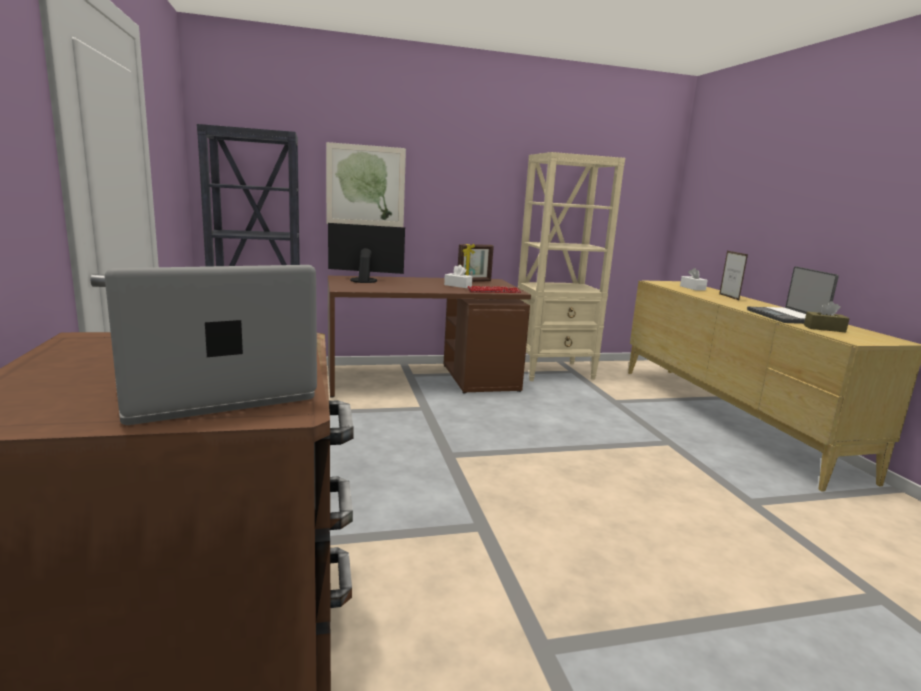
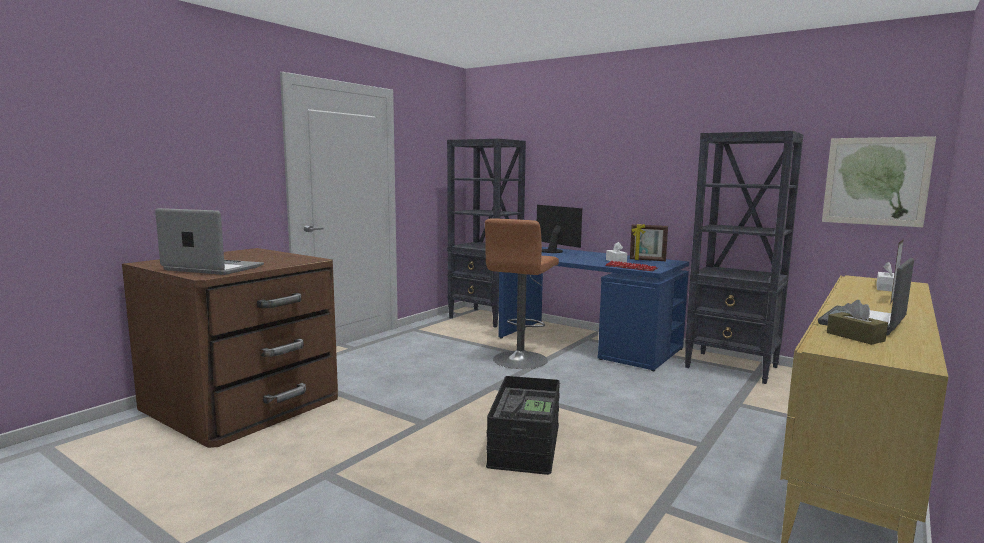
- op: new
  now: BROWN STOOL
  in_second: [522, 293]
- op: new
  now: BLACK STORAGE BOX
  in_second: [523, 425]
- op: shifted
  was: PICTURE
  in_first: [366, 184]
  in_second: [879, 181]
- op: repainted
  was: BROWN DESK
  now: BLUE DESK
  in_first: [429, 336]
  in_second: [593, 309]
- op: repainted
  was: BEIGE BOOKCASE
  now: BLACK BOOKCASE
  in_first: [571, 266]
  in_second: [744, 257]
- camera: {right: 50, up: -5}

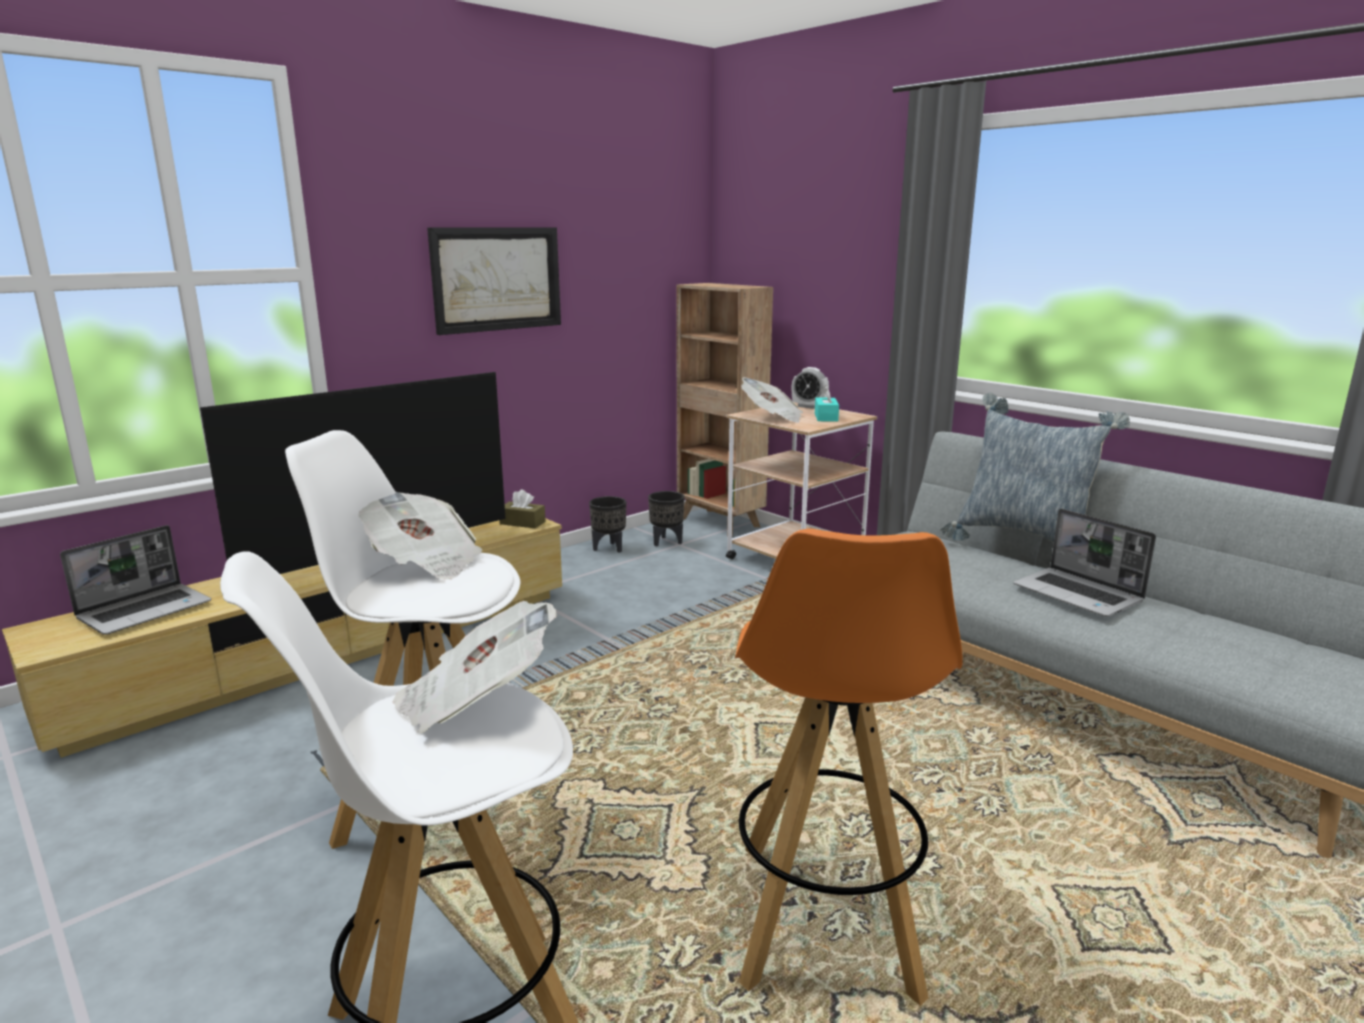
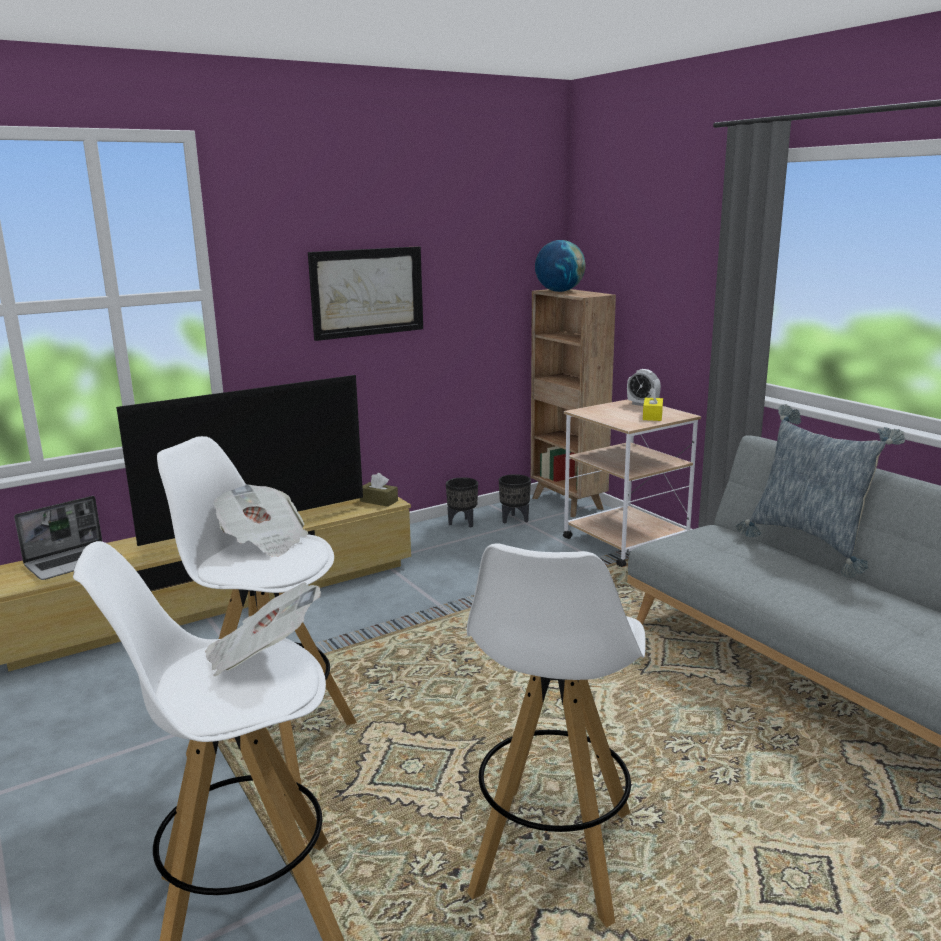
- op: gone
  was: NEWSPAPER
  in_first: [772, 400]
- op: gone
  was: LAPTOP
  in_first: [1084, 563]
- op: new
  now: GLOBE
  in_second: [560, 266]
- op: repainted
  was: ORANGE STOOL
  now: WHITE STOOL
  in_first: [849, 767]
  in_second: [556, 735]
- op: repainted
  was: TURQUOISE TISSUE BOX
  now: YELLOW TISSUE BOX
  in_first: [827, 403]
  in_second: [653, 404]
- camera: {right: 10, up: 0}

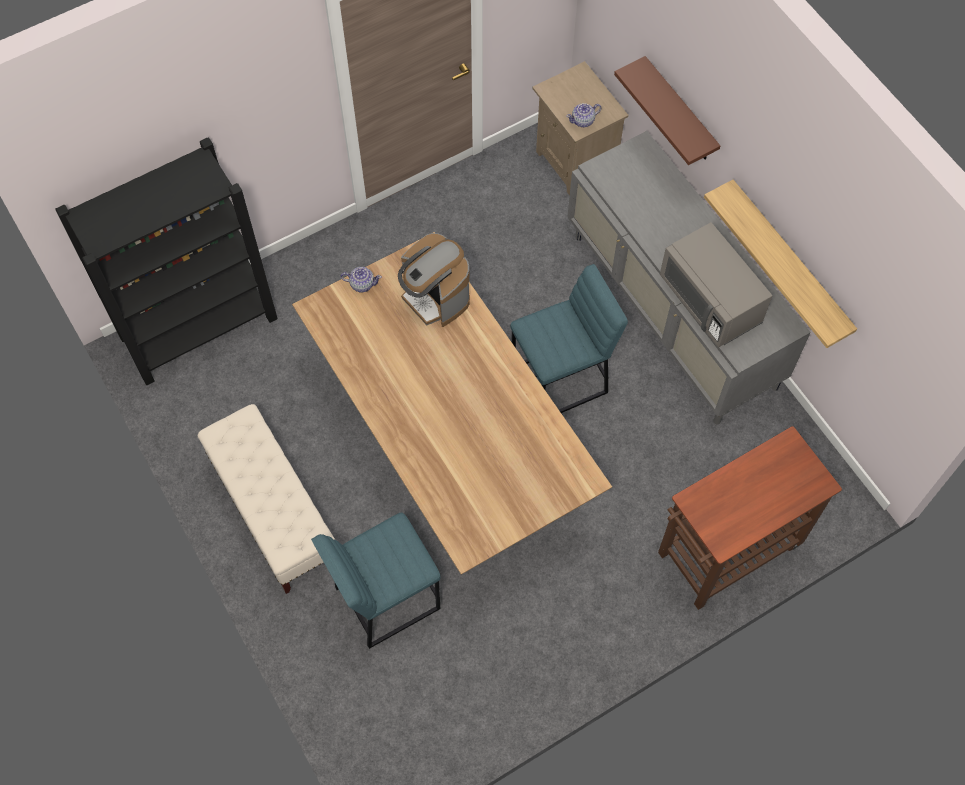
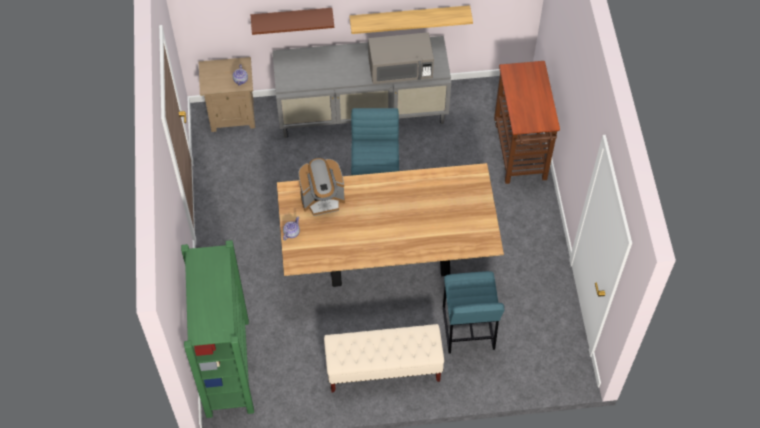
- op: repainted
  was: BLACK BOOKCASE
  now: GREEN BOOKCASE
  in_first: [166, 261]
  in_second: [217, 329]
- camera: {right: -65, up: -5}

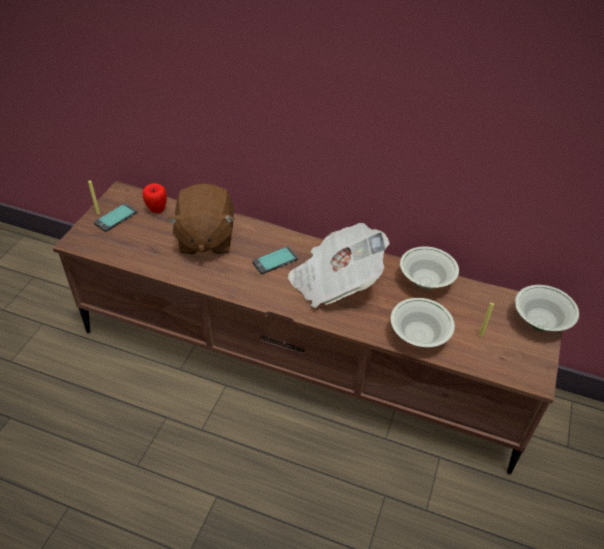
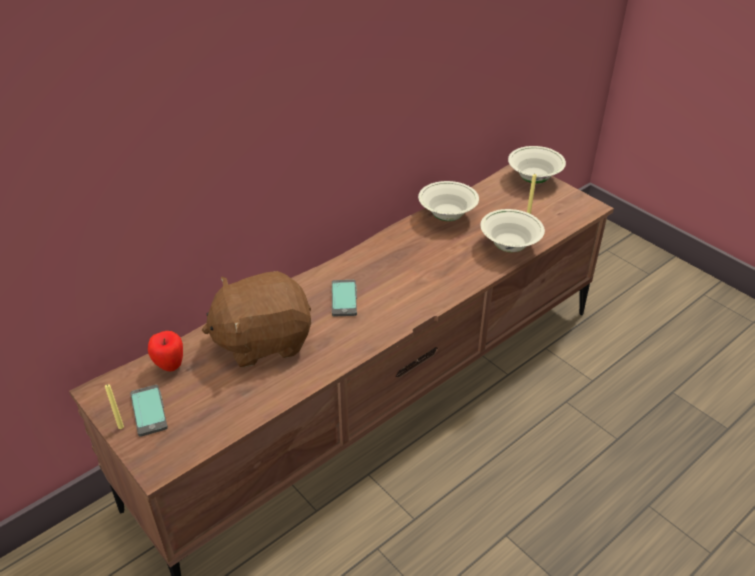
- op: gone
  was: NEWSPAPER
  in_first: [339, 265]
- op: rotated
  was: BROWN PLUSH TOY
  in_first: [200, 219]
  in_second: [256, 319]
  clockwise: 135
- camera: {right: -60, up: -5}

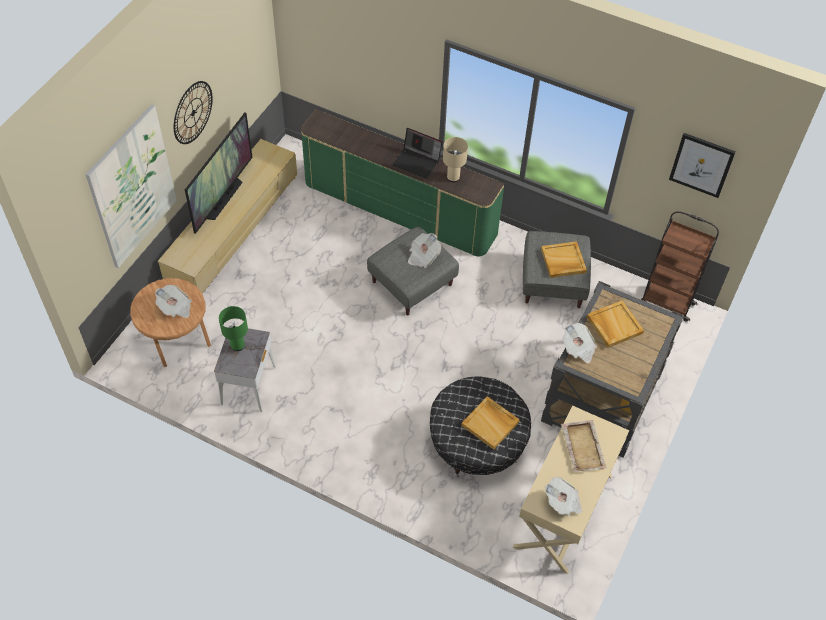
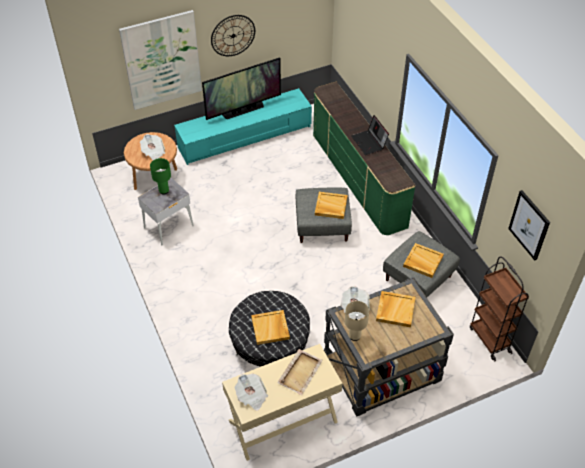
- op: shifted
  was: BEIGE TABLE LAMP
  in_first: [455, 159]
  in_second: [357, 321]
- op: swapped
  was: NEWSPAPER
  now: BEIGE TRAY
  in_first: [424, 250]
  in_second: [331, 205]
- op: repainted
  was: BEIGE TV STAND
  now: TURQUOISE TV STAND
  in_first: [227, 216]
  in_second: [243, 126]
- camera: {right: 40, up: -5}

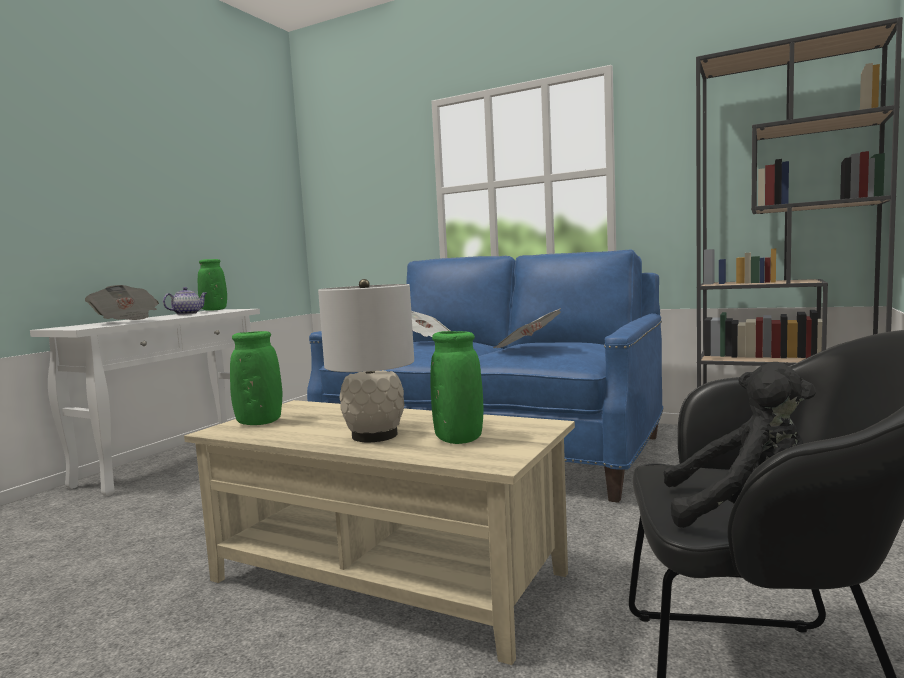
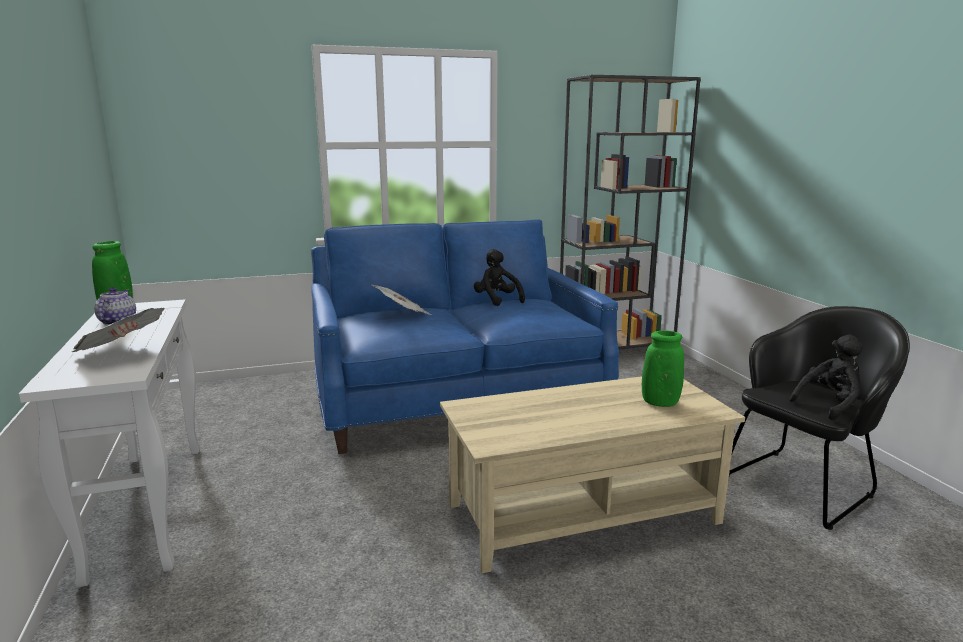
- op: gone
  was: GREEN VASE
  in_first: [256, 378]
- op: gone
  was: WHITE TABLE LAMP
  in_first: [366, 360]
- op: gone
  was: NEWSPAPER
  in_first: [527, 328]
- op: new
  now: BLACK PLUSH TOY
  in_second: [499, 277]
- camera: {right: -45, up: 10}

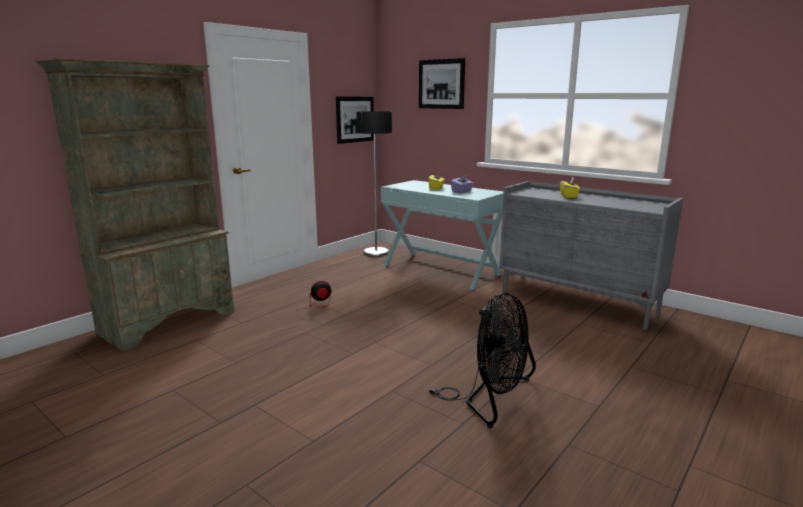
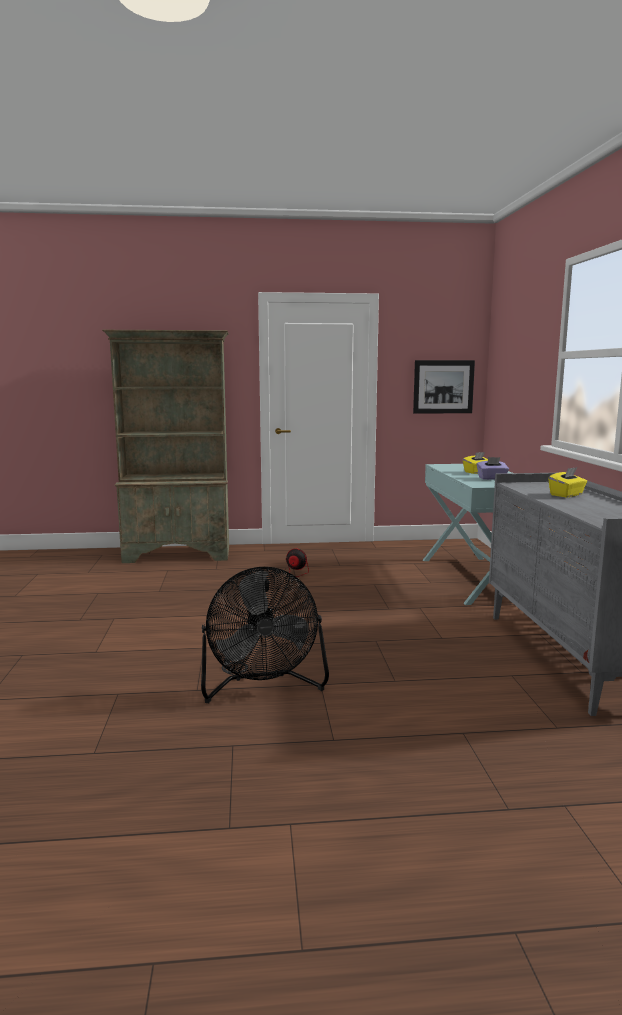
- op: gone
  was: FLOOR LAMP
  in_first: [374, 183]
- op: gone
  was: PICTURE
  in_first: [442, 83]
- camera: {right: 45, up: -5}

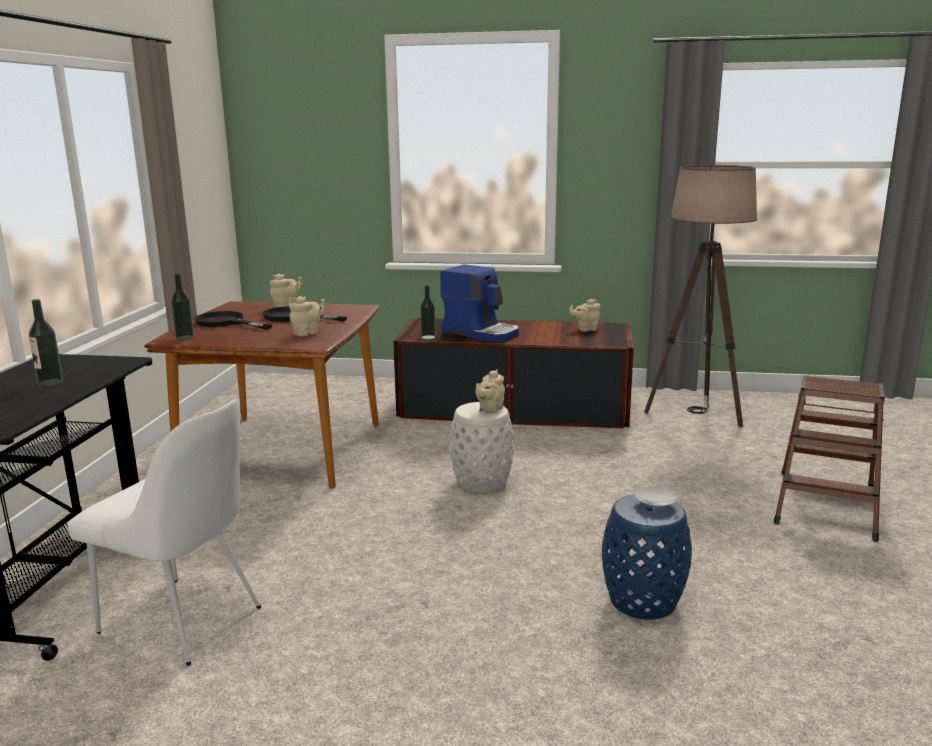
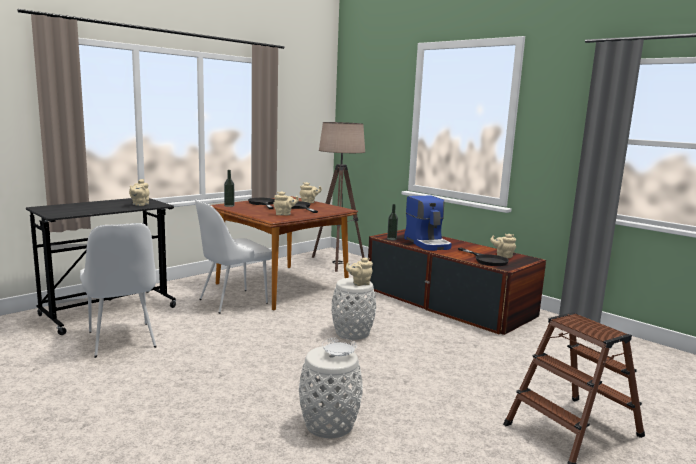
- op: gone
  was: BOTTLE
  in_first: [46, 342]
- op: new
  now: BEIGE TEAPOT
  in_second: [139, 192]
- op: new
  now: WHITE CHAIR
  in_second: [233, 256]
- op: new
  now: BLACK FRYING PAN
  in_second: [483, 257]
- op: shifted
  was: FLOOR LAMP
  in_first: [700, 296]
  in_second: [338, 197]
- op: repainted
  was: BLUE STOOL
  now: WHITE STOOL
  in_first: [647, 557]
  in_second: [331, 392]
- camera: {right: 35, up: -5}

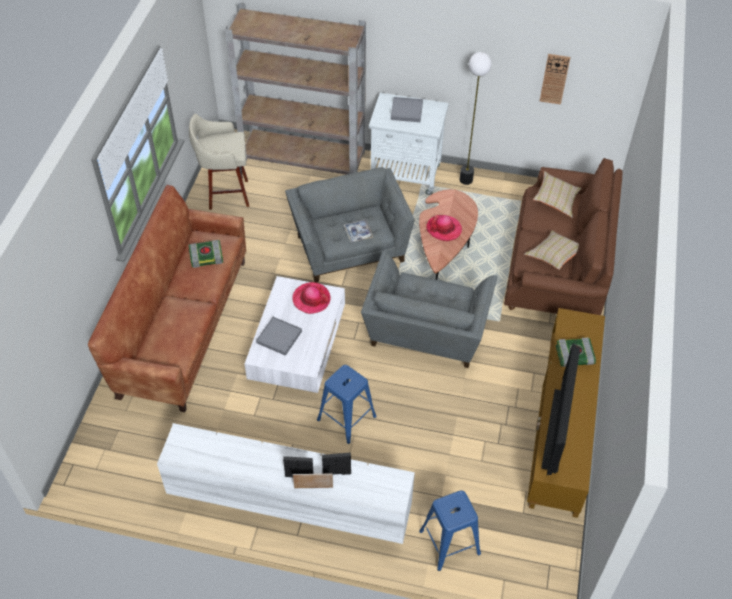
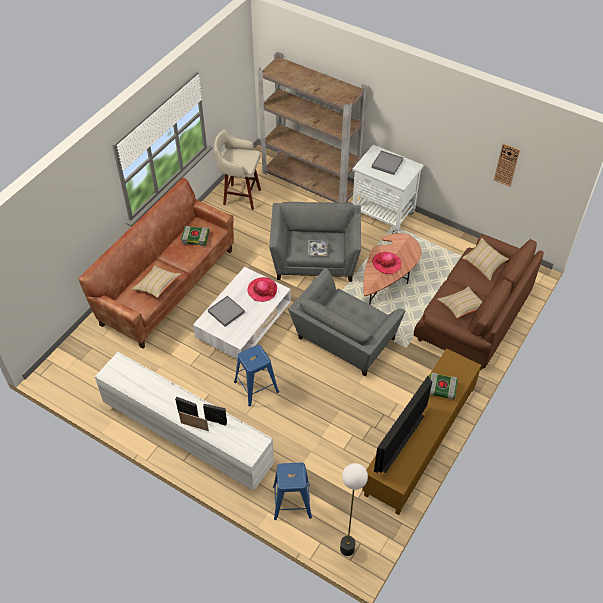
- op: new
  now: BEIGE PILLOW
  in_second: [156, 281]
- op: shifted
  was: FLOOR LAMP
  in_first: [476, 118]
  in_second: [354, 509]
- camera: {right: 20, up: 0}

